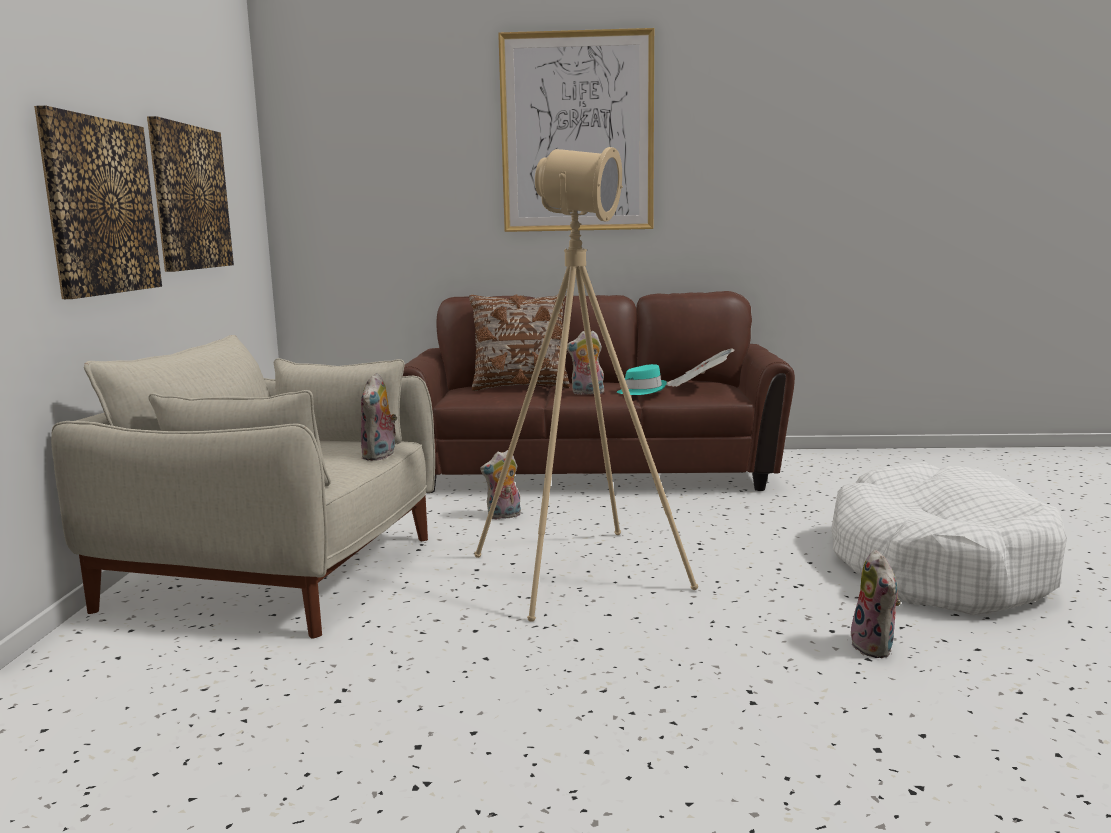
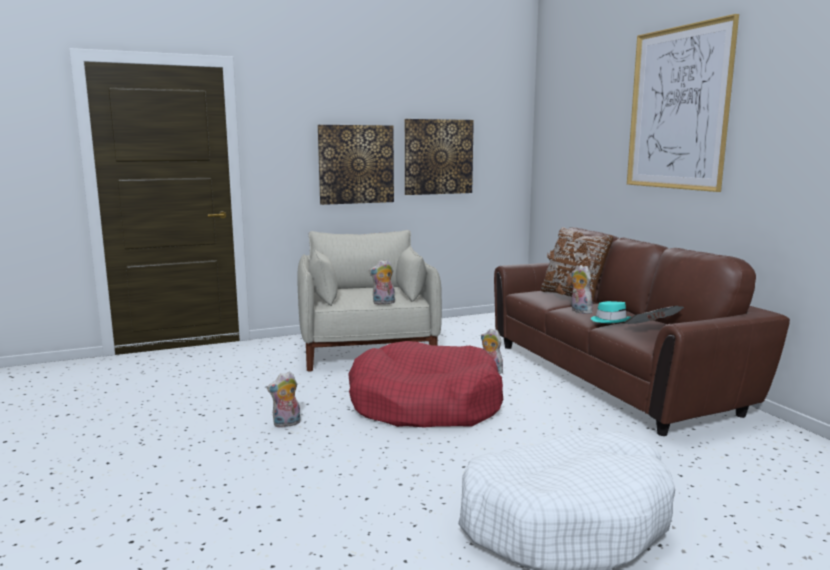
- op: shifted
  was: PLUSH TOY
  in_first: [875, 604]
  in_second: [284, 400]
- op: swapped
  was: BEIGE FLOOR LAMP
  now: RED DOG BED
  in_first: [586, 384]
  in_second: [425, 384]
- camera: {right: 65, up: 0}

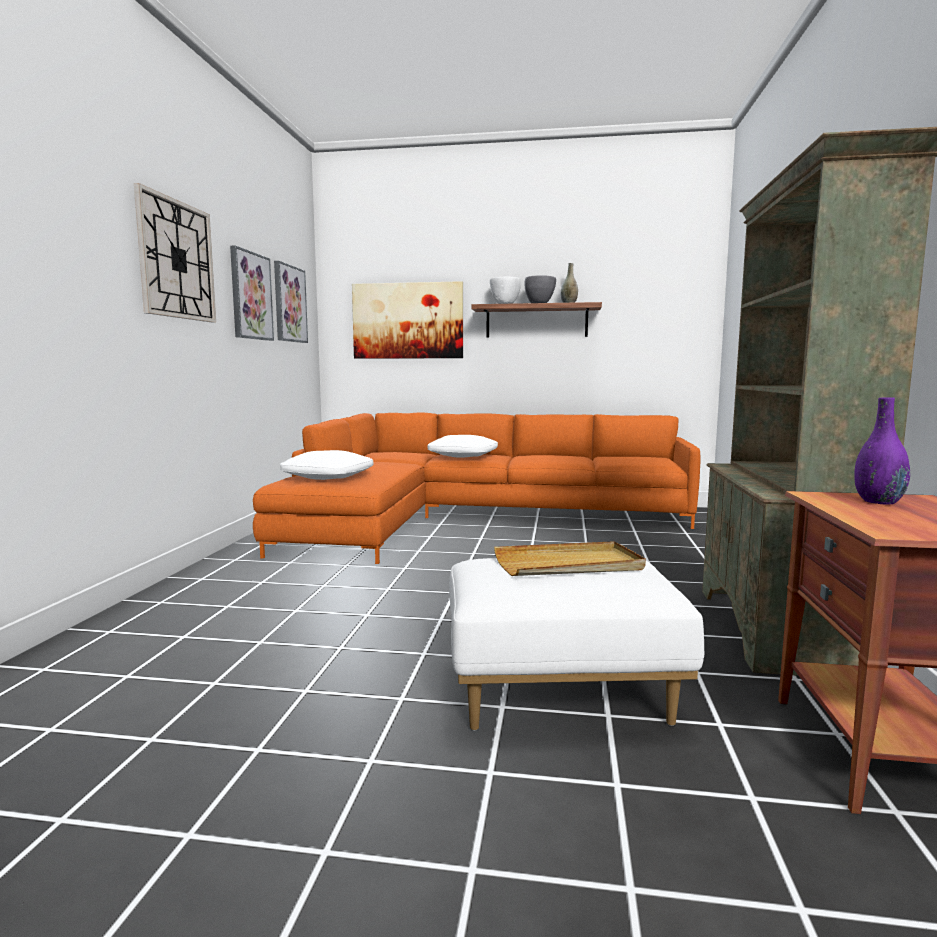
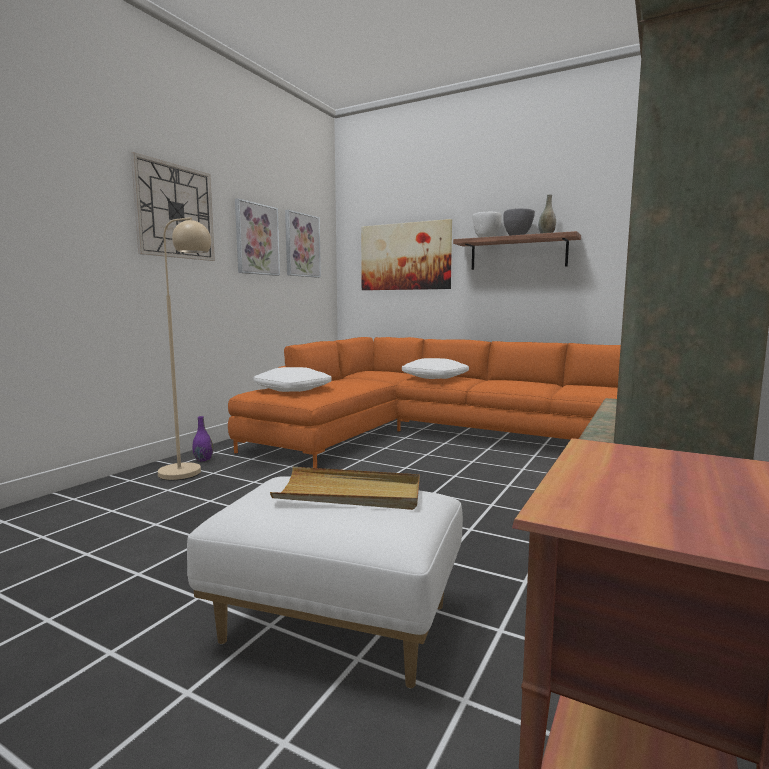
- op: new
  now: BEIGE FLOOR LAMP
  in_second: [184, 348]
- op: shifted
  was: PURPLE VASE
  in_first: [882, 451]
  in_second: [202, 438]
- camera: {right: 20, up: 0}

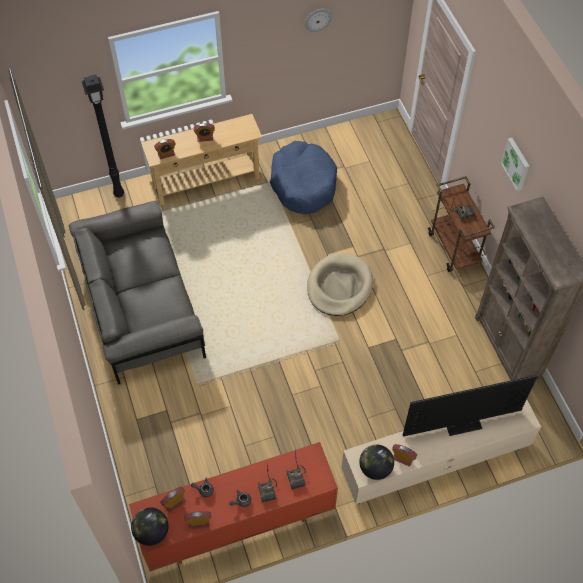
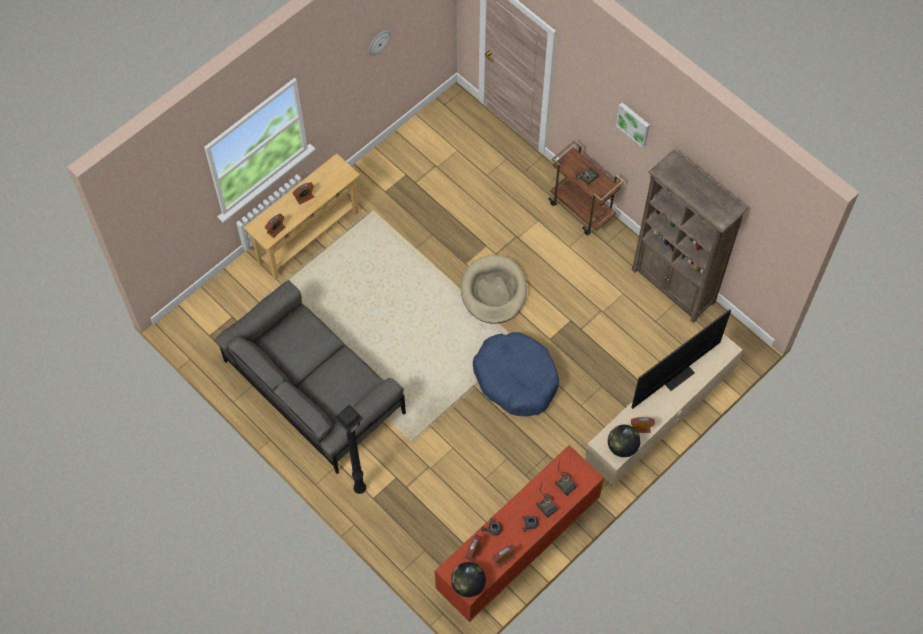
- op: shifted
  was: BLACK FLOOR LAMP
  in_first: [103, 136]
  in_second: [349, 449]
- op: shifted
  was: BLUE DOG BED
  in_first: [303, 177]
  in_second: [516, 374]
- camera: {right: -25, up: 5}

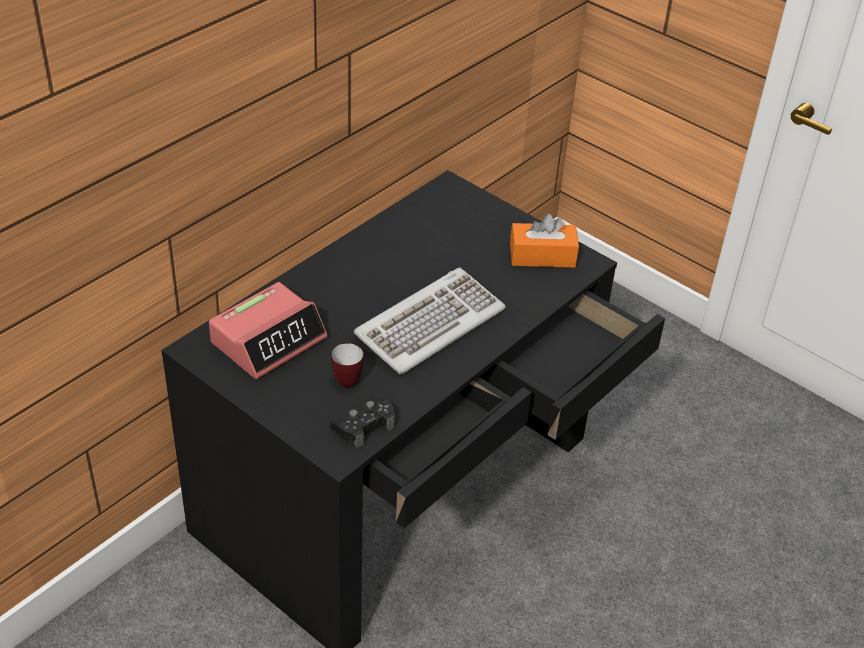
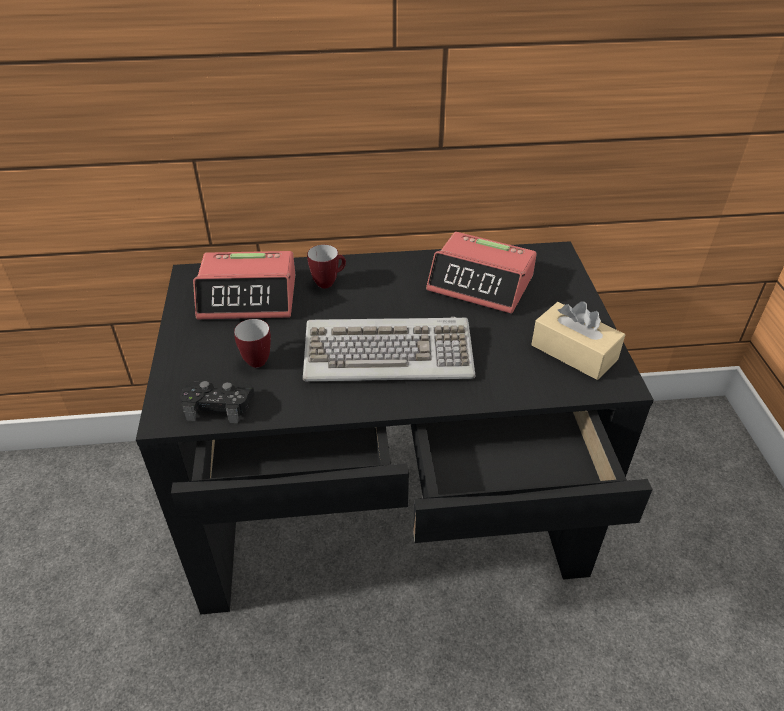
- op: new
  now: MUG
  in_second: [326, 266]
- op: new
  now: ALARM CLOCK
  in_second: [481, 273]
- op: repainted
  was: ORANGE TISSUE BOX
  now: BEIGE TISSUE BOX
  in_first: [544, 241]
  in_second: [578, 340]
- camera: {right: 45, up: 0}

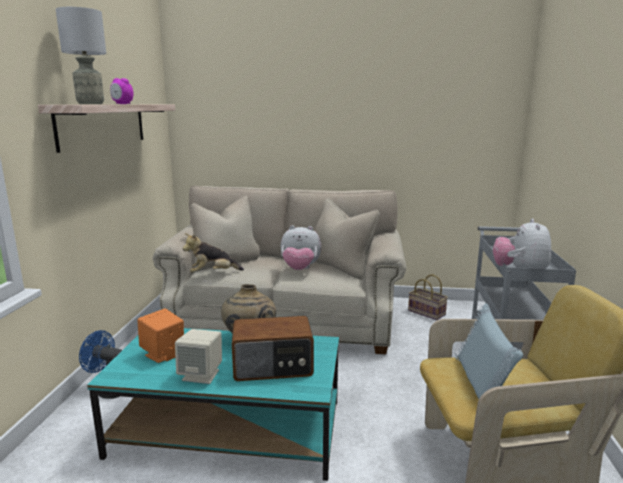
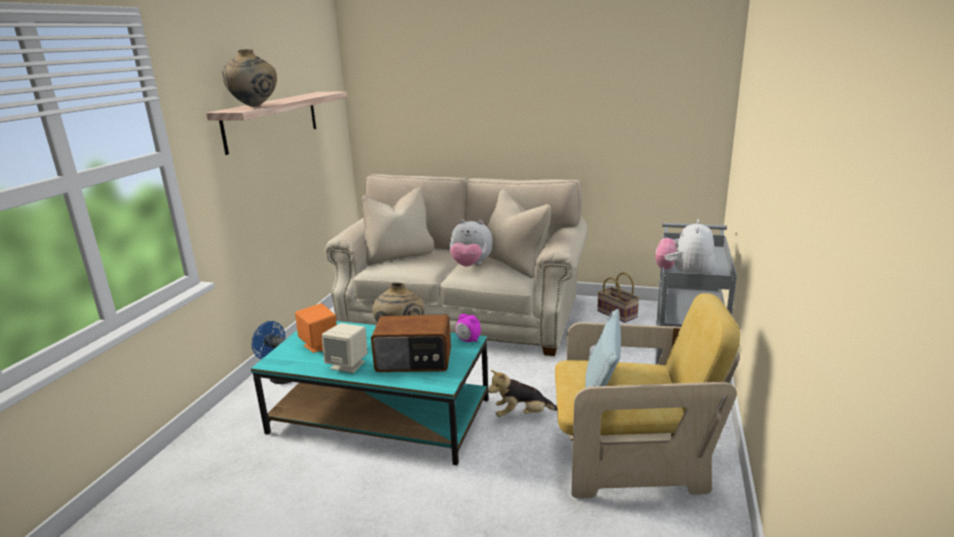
- op: shifted
  was: ALARM CLOCK
  in_first: [122, 91]
  in_second: [468, 328]
- op: shifted
  was: PLUSH TOY
  in_first: [213, 253]
  in_second: [522, 393]
- op: swapped
  was: GREY TABLE LAMP
  now: BEIGE VASE
  in_first: [81, 55]
  in_second: [249, 78]
- camera: {right: 10, up: 5}

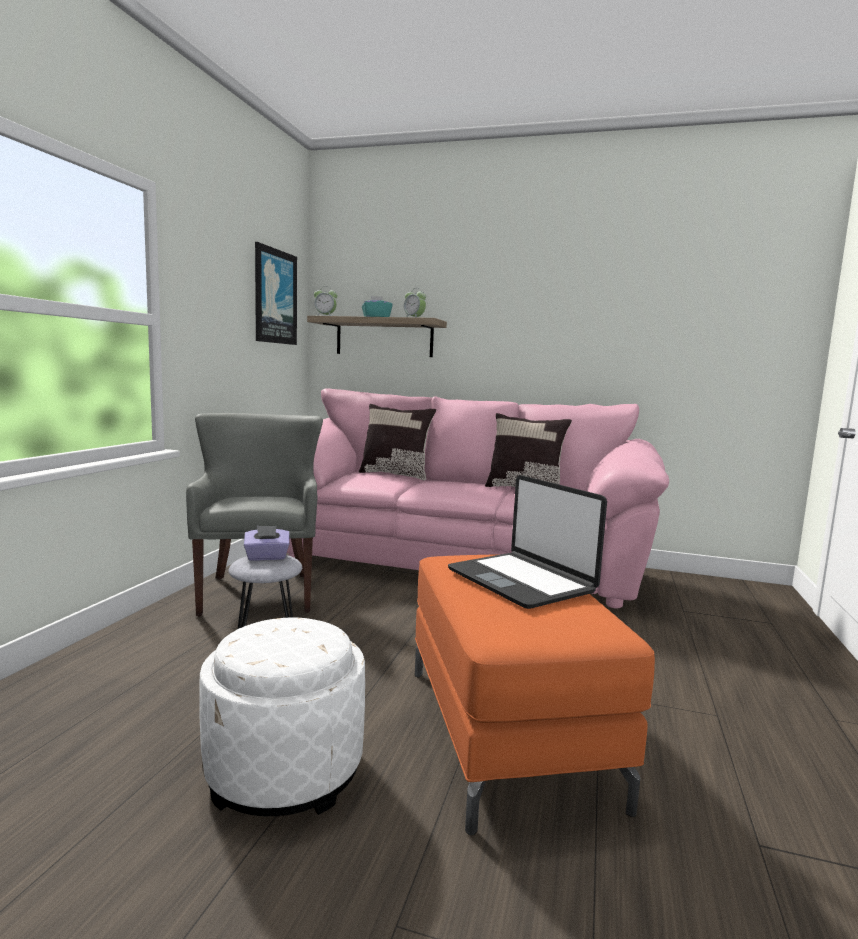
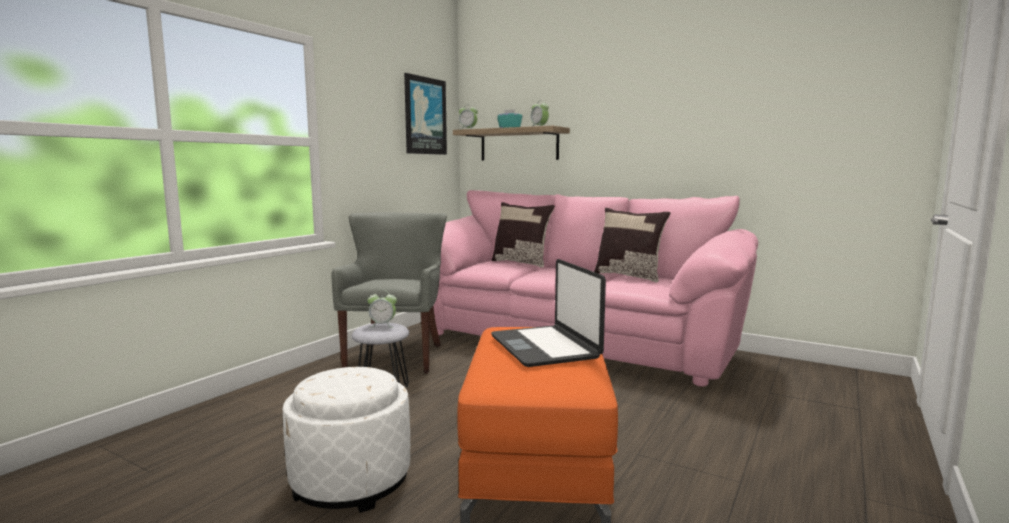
- op: swapped
  was: PURPLE TISSUE BOX
  now: ALARM CLOCK
  in_first: [267, 543]
  in_second: [382, 310]
- camera: {right: 15, up: 0}

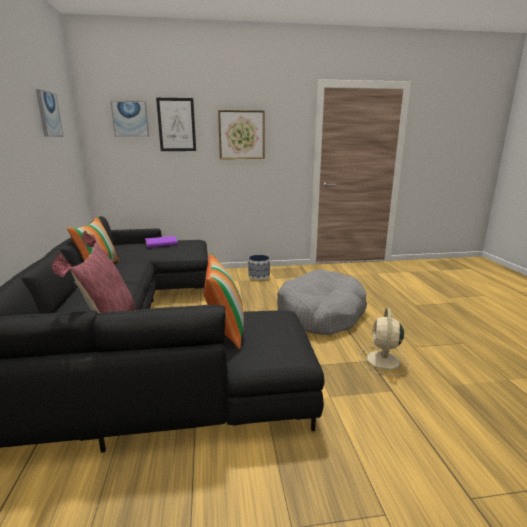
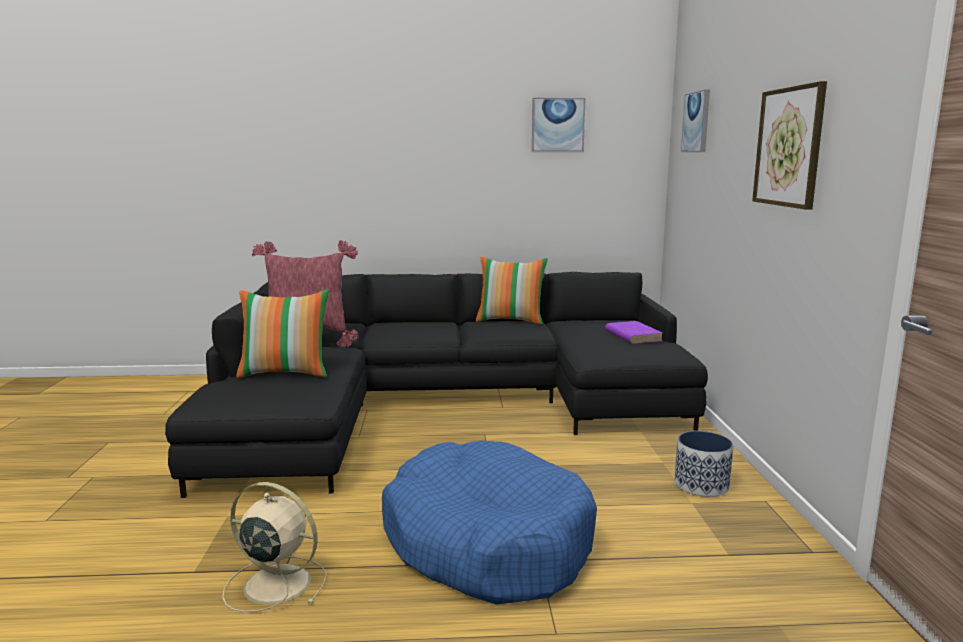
- op: gone
  was: PICTURE
  in_first: [176, 124]
- op: repainted
  was: GREY DOG BED
  now: BLUE DOG BED
  in_first: [322, 302]
  in_second: [489, 523]
- camera: {right: 95, up: -5}

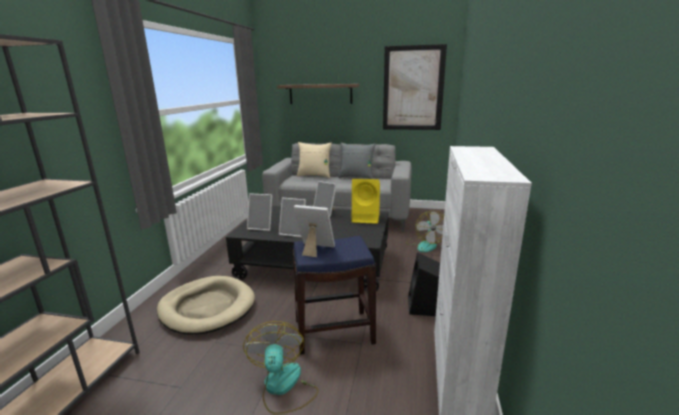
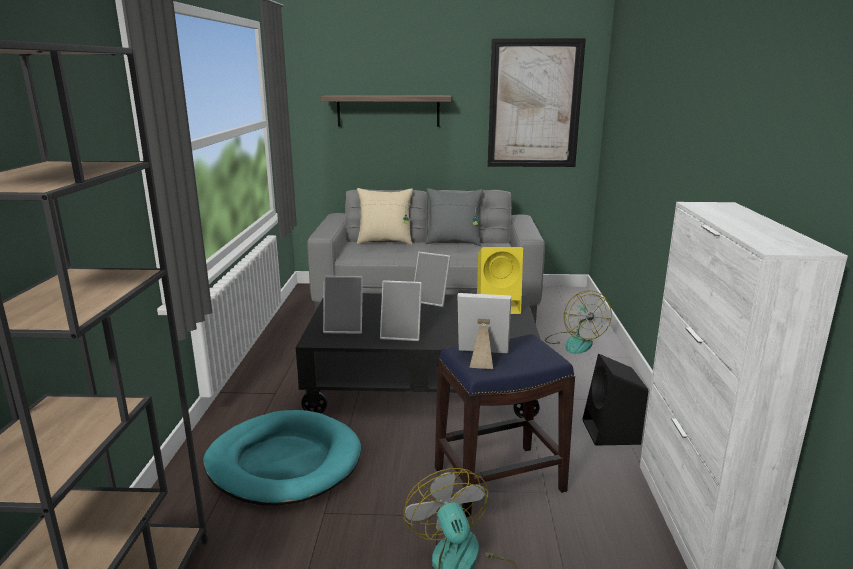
- op: repainted
  was: BEIGE DOG BED
  now: TURQUOISE DOG BED
  in_first: [206, 305]
  in_second: [282, 457]
- camera: {right: -10, up: 0}

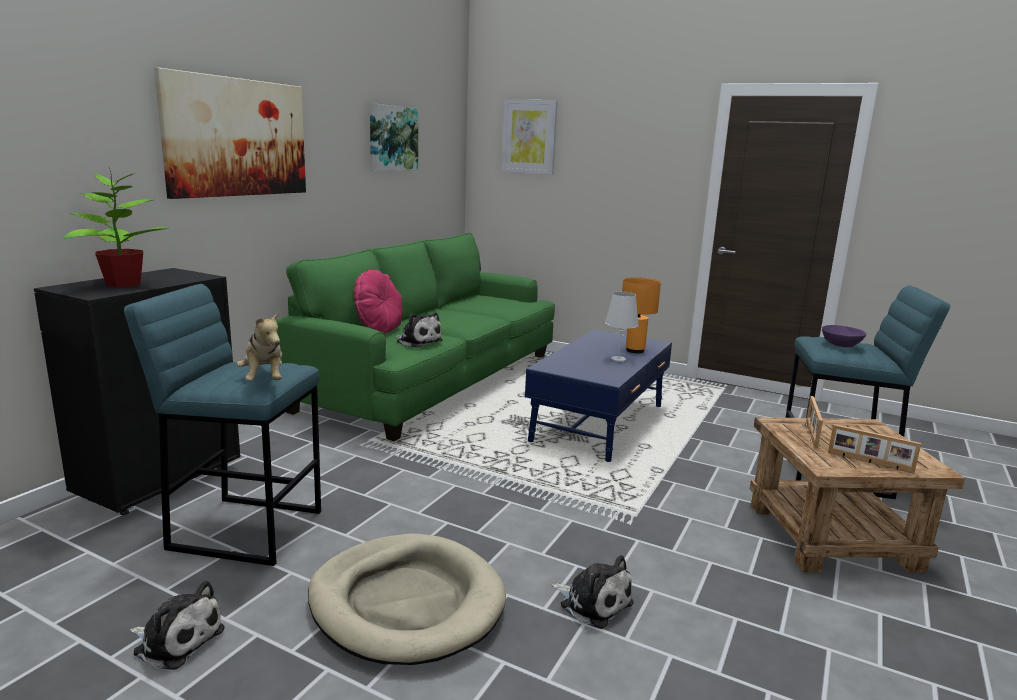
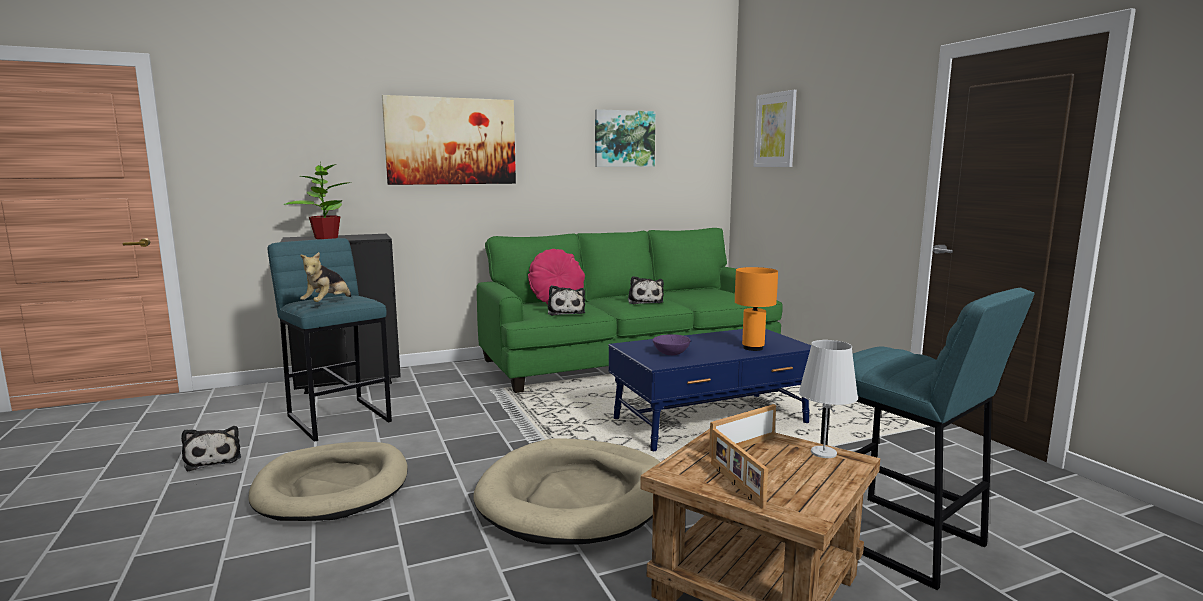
- op: new
  now: BEIGE DOG BED
  in_second: [567, 492]
- op: shifted
  was: PLUSH TOY
  in_first: [592, 592]
  in_second: [646, 290]
- op: shifted
  was: WHITE TABLE LAMP
  in_first: [622, 327]
  in_second: [828, 399]
- op: shifted
  was: PURPLE BOWL
  in_first: [844, 336]
  in_second: [672, 344]
- camera: {right: 40, up: -5}

